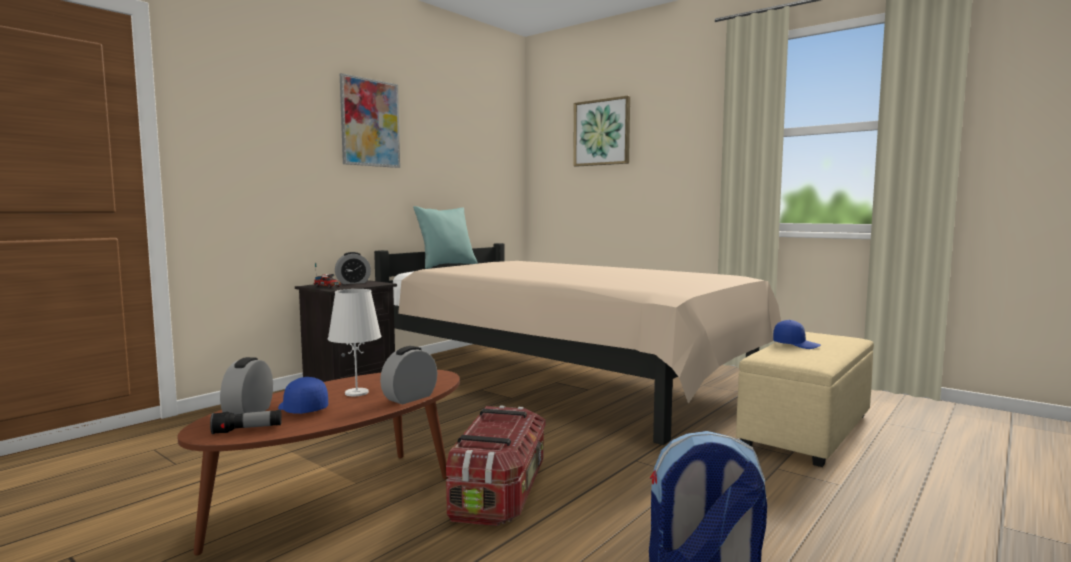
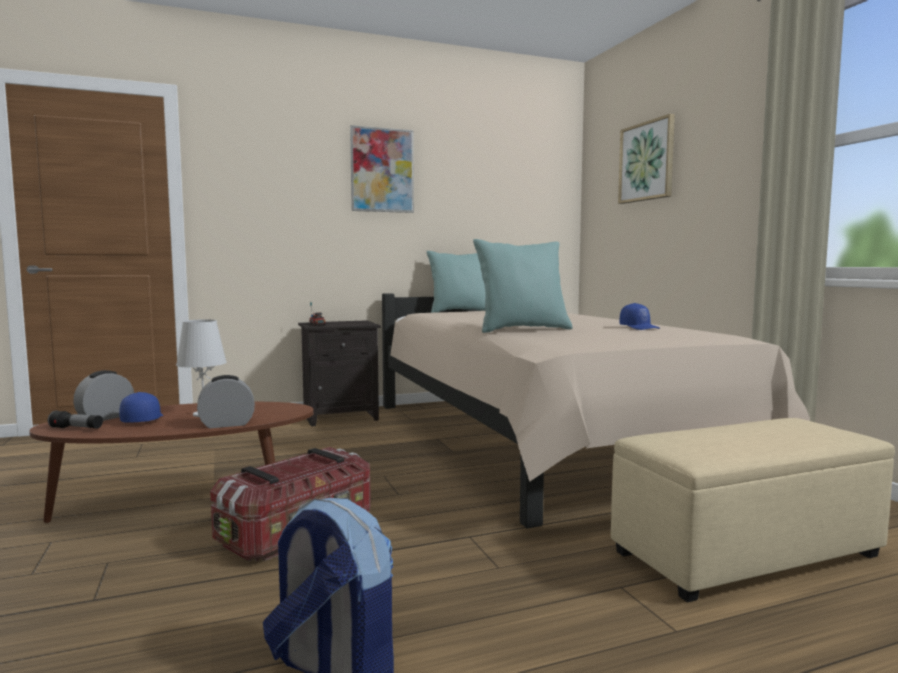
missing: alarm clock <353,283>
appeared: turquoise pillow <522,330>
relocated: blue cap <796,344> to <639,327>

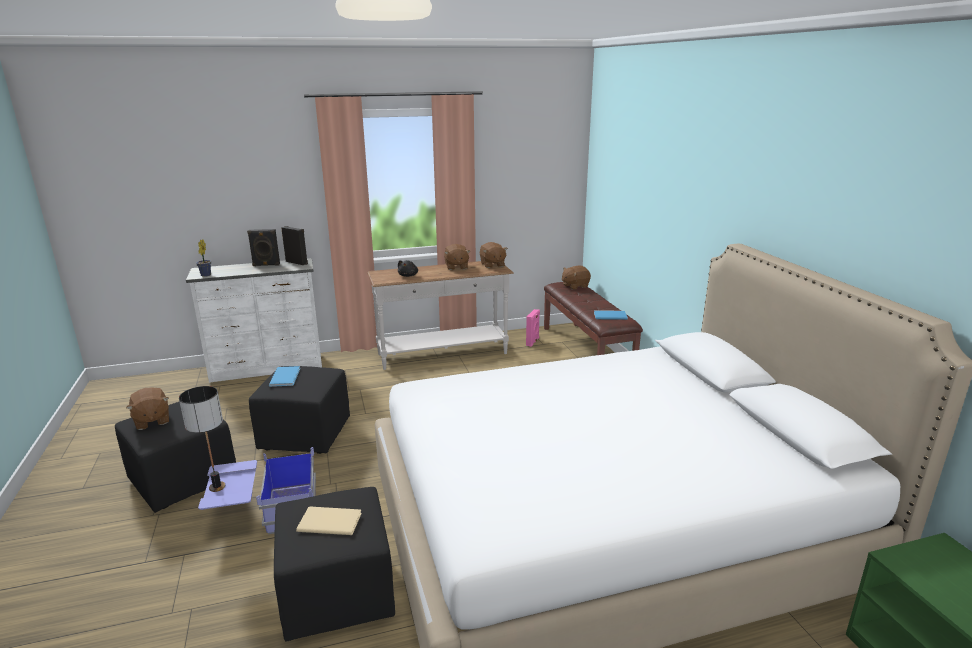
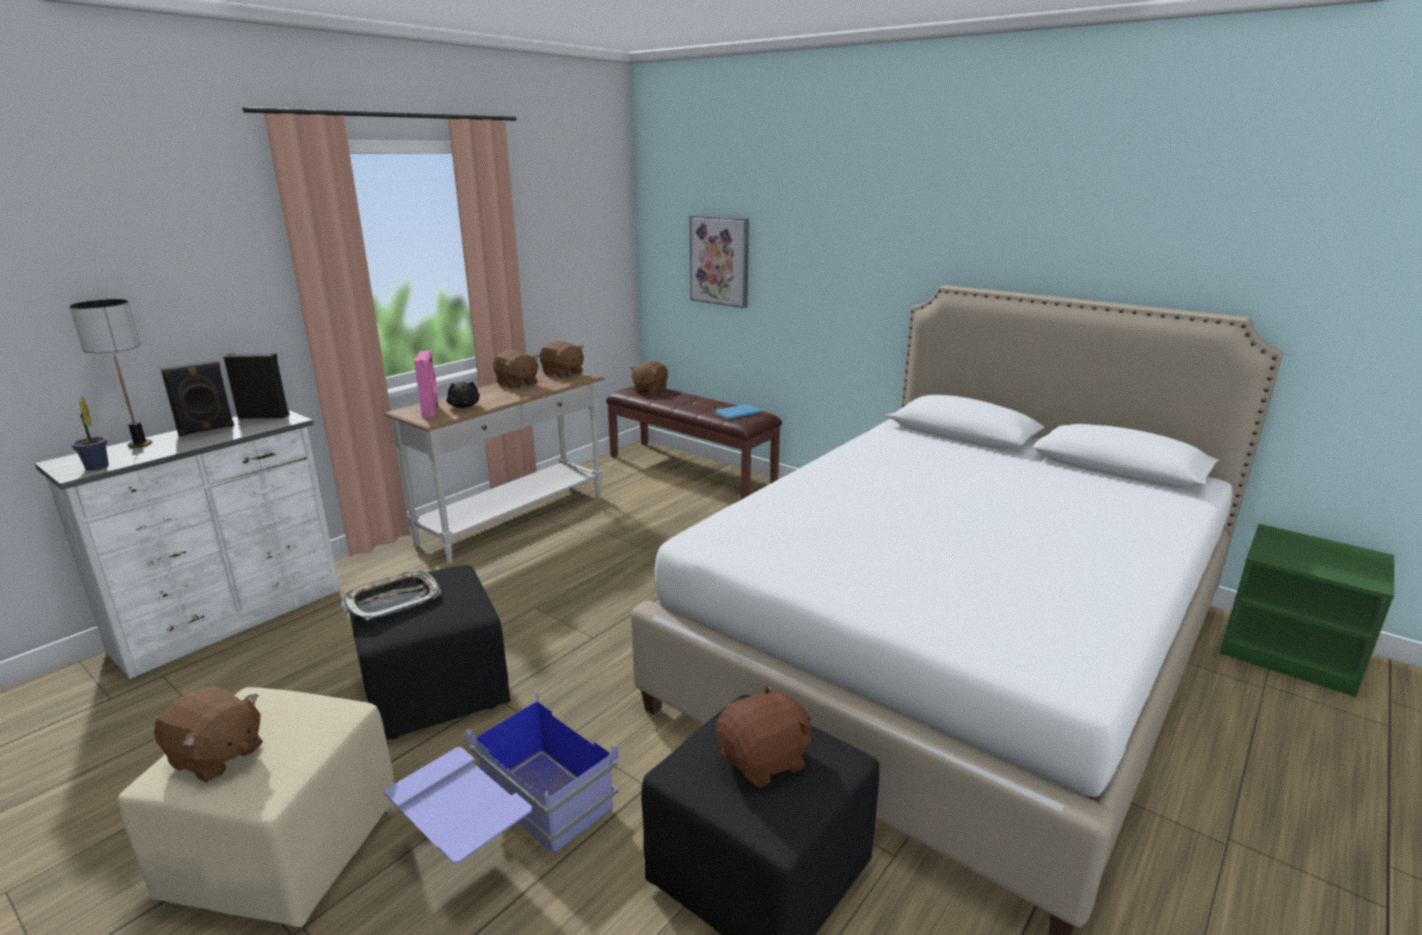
appeared: picture <720,261>
relocated: table lamp <216,487> to <139,444>; pink speaker <533,342> to <431,410>
exchanged: blue book <286,376> to tray <393,601>; beige book <328,521> to brown plush toy <764,761>
colour: black ottoman <184,480> to beige ottoman <286,849>

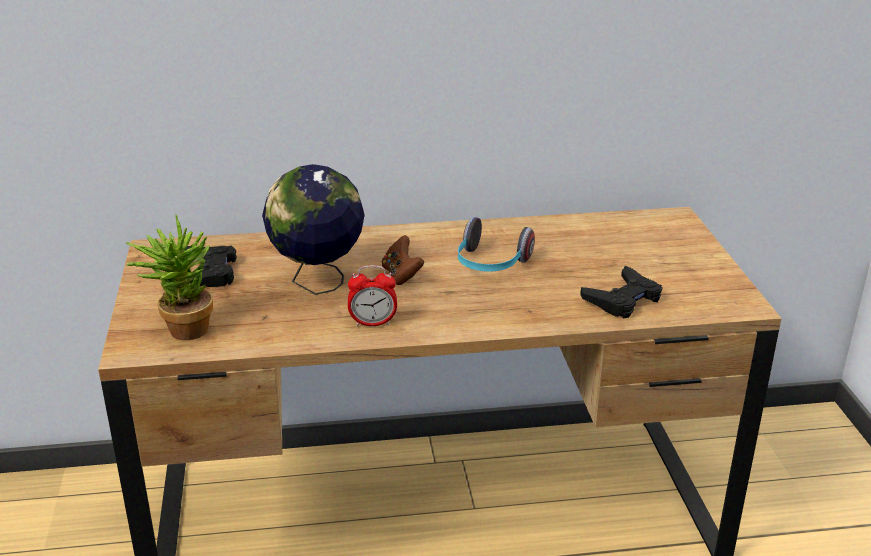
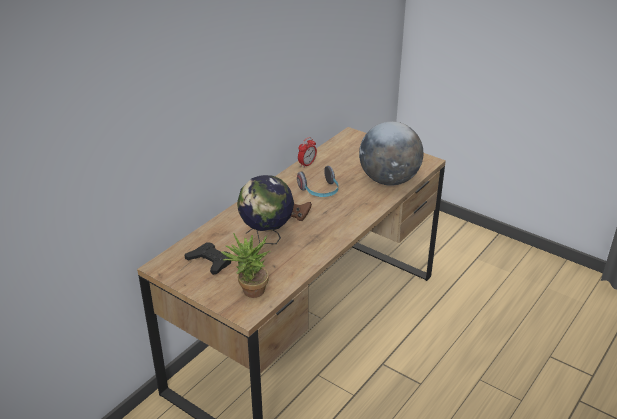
relocated: alarm clock <373,323> to <307,164>
exchanged: black game controller <623,299> to globe <389,180>

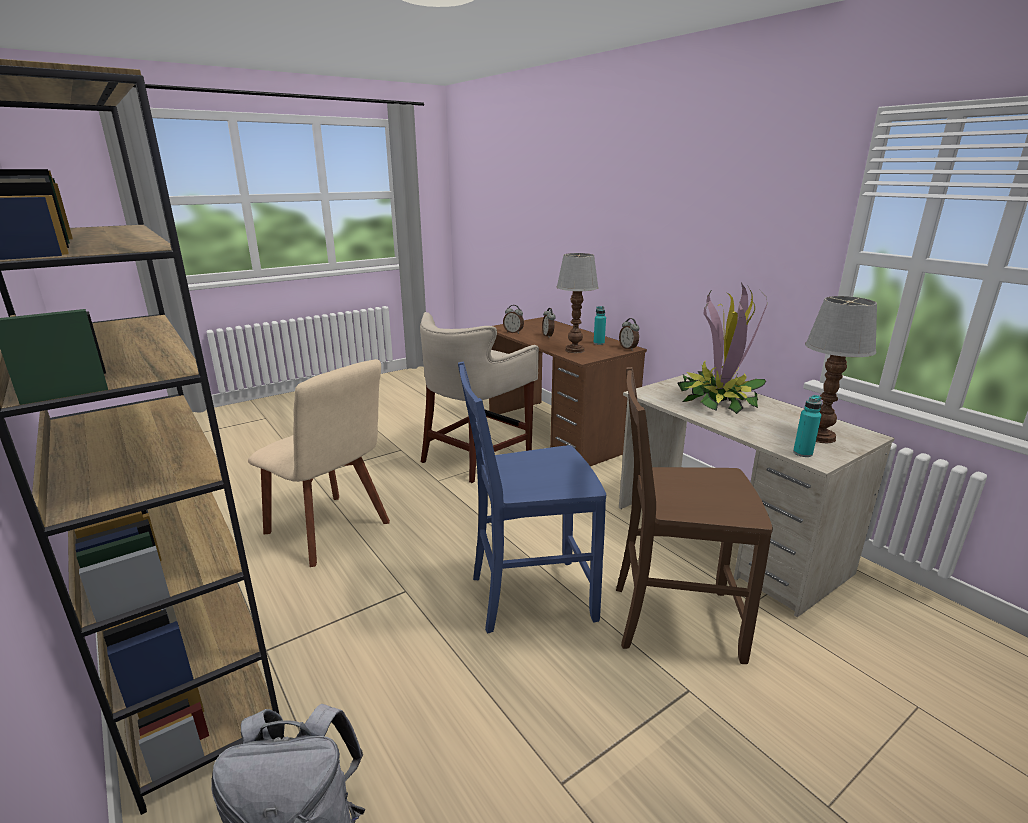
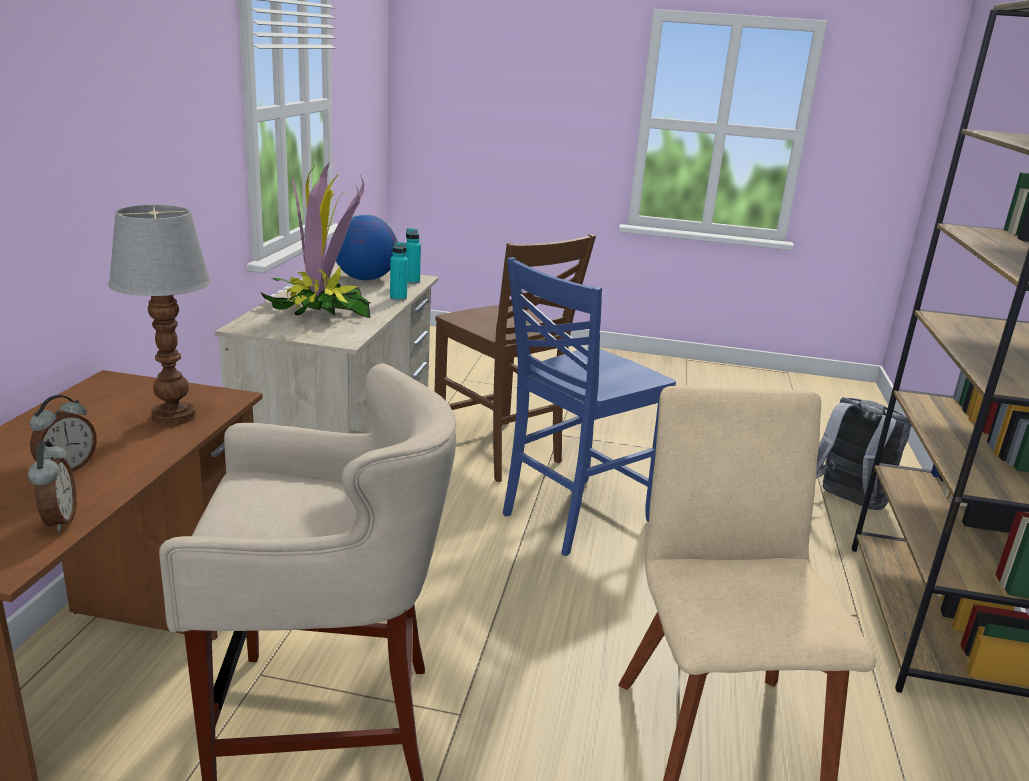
missing: alarm clock <628,348>
relocated: turquoise bottle <599,343> to <398,298>
exchanged: table lamp <819,436> to globe <365,279>
spun: blue chair <529,596> = <573,517> 105 degrees clockwise

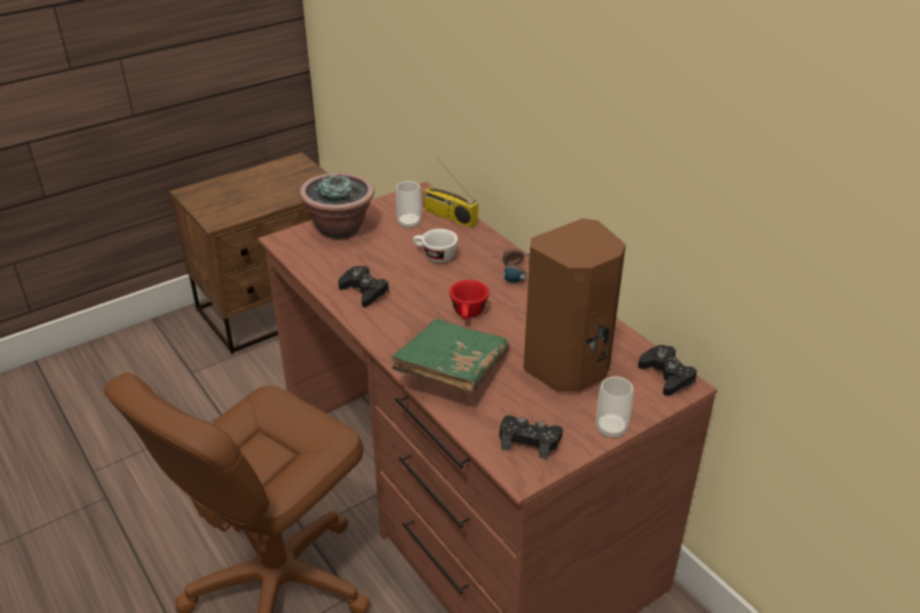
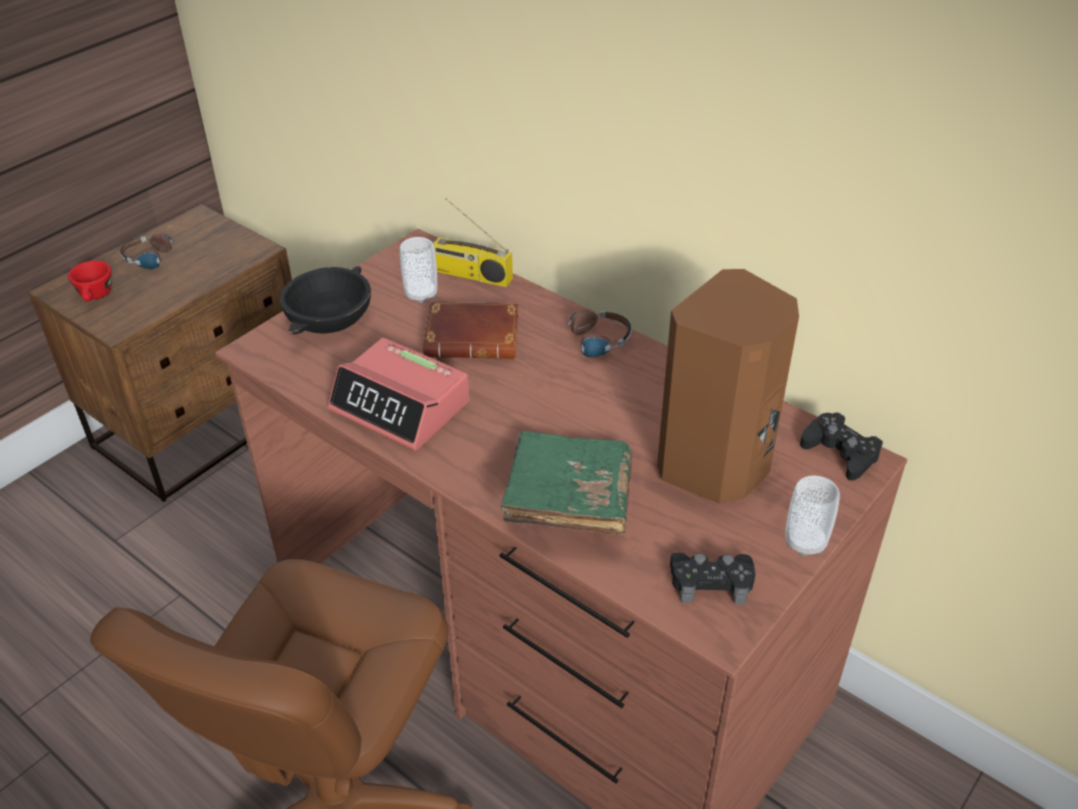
appeared: headphones <157,259>
relocated: red cup <469,314> to <96,296>
exchanged: potted plant <340,229> to black bowl <328,318>; black game controller <364,291> to alarm clock <401,406>; white cup <434,256> to brown book <475,337>

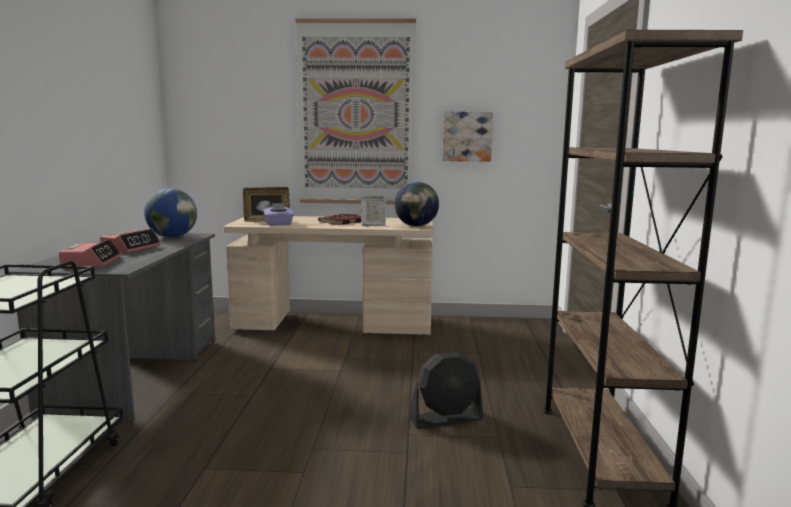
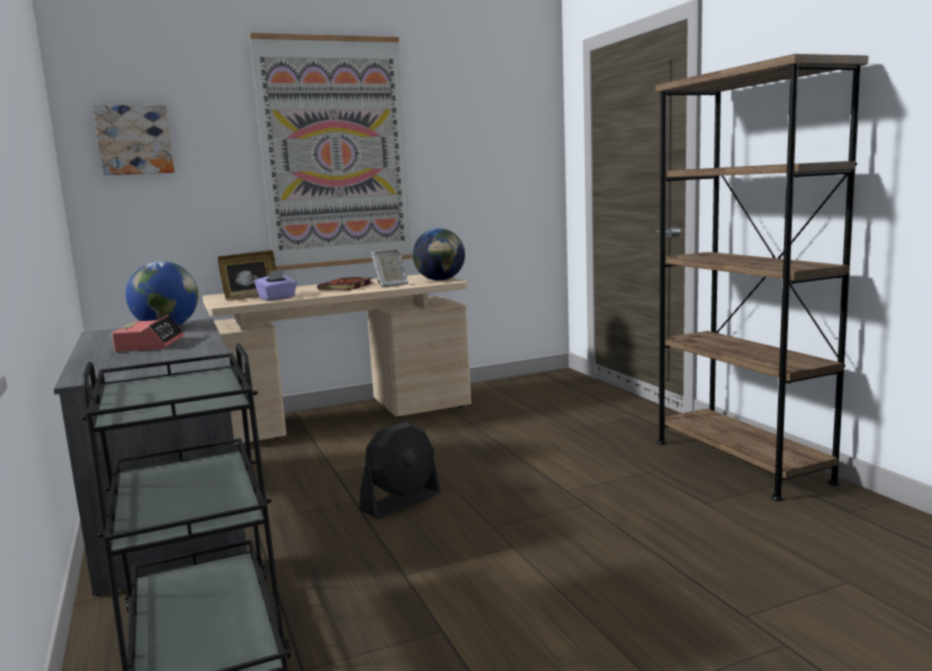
missing: alarm clock <91,262>
relocated: picture <467,136> to <134,140>; black fan <446,419> to <401,502>

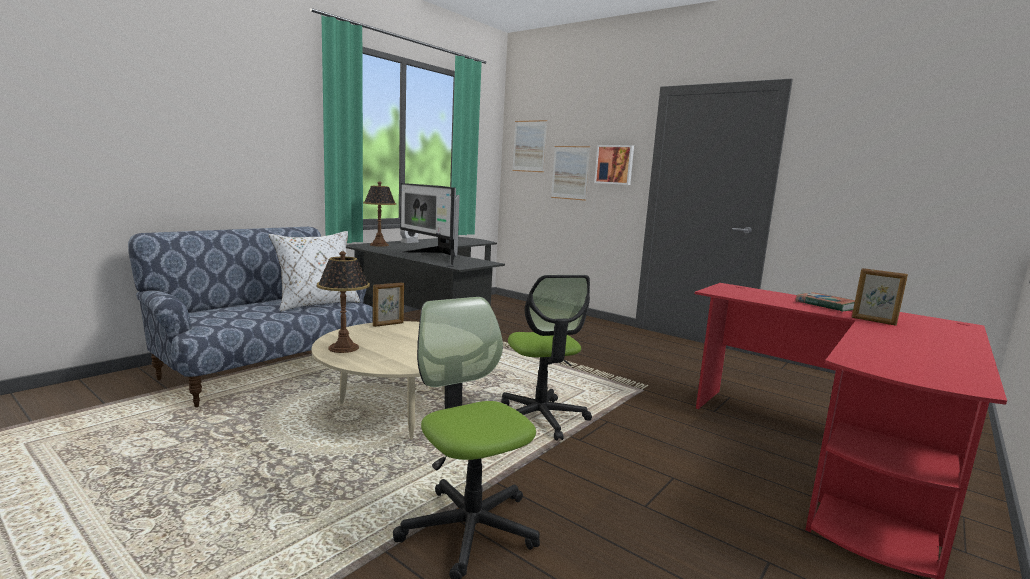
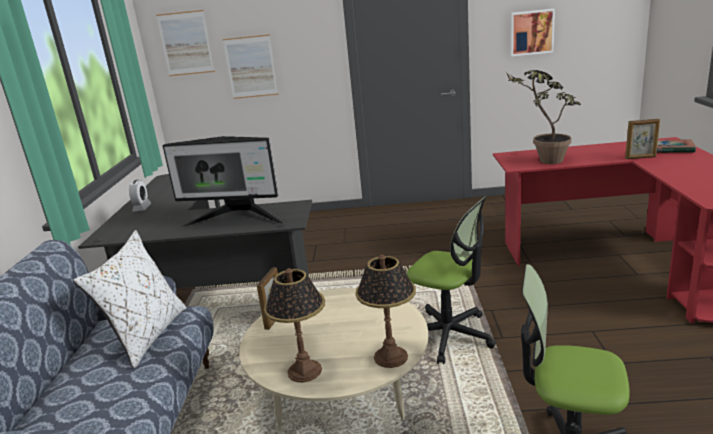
appeared: potted plant <543,160>
relocated: table lamp <379,245> to <391,356>; picture <614,164> to <531,32>; book <826,305> to <671,149>

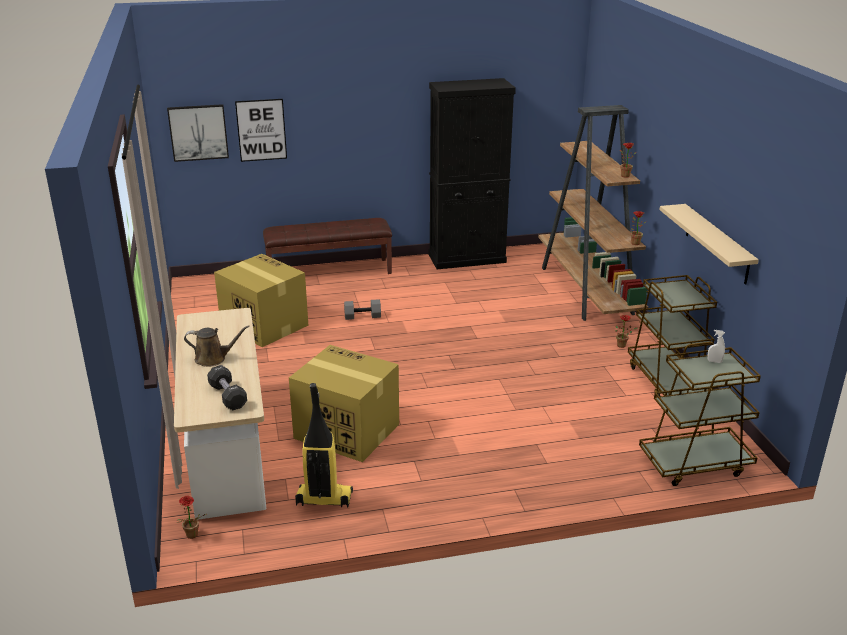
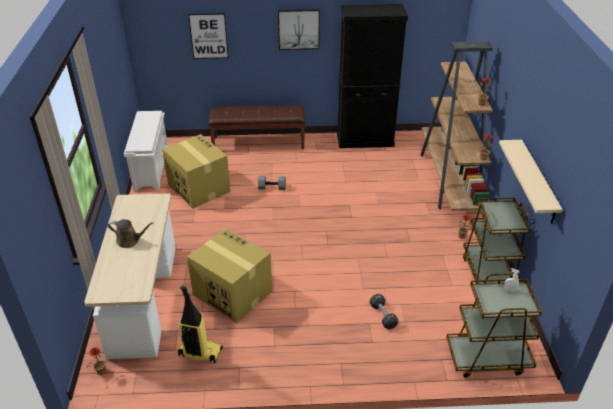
appeared: white shoe rack <151,168>
relocated: picture <198,132> to <298,29>; black dumbbell <228,396> to <383,316>

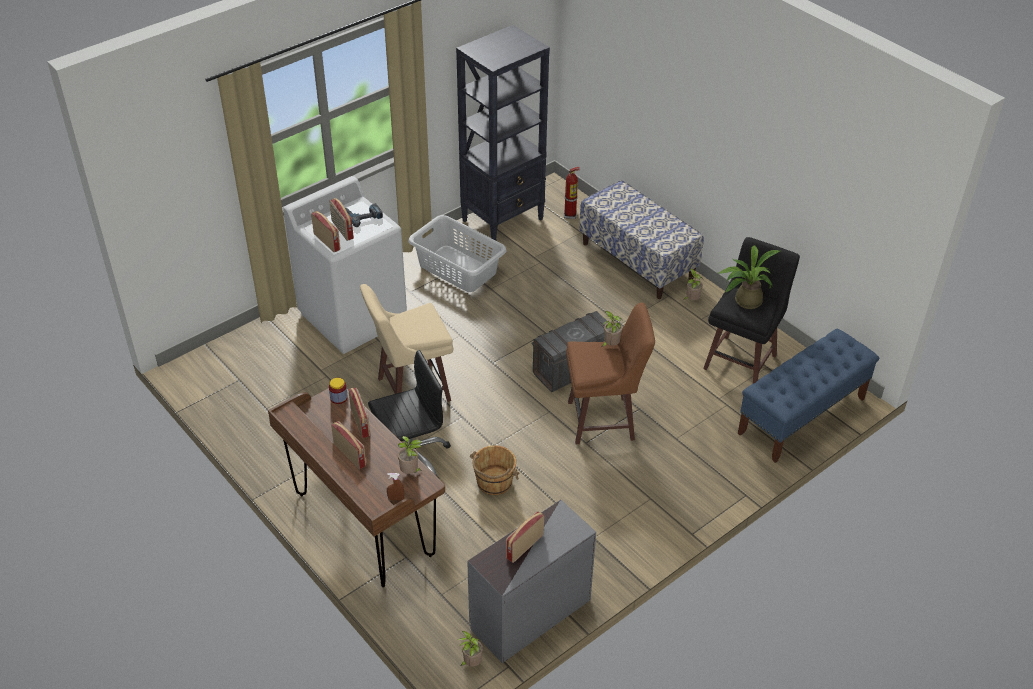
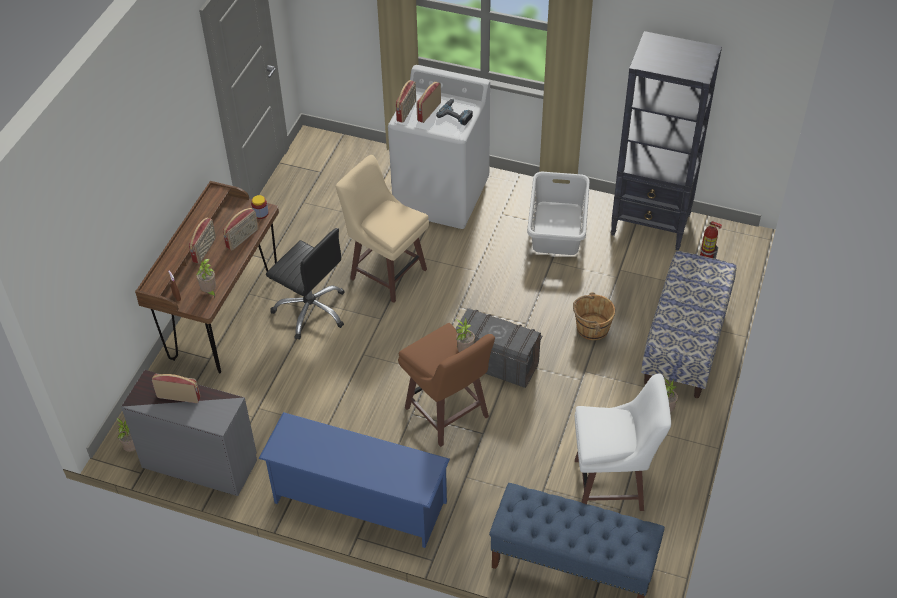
missing: potted plant <744,301>
appeared: blue shoe rack <358,502>
relocated: brown bucket <494,482> to <591,328>
colour: black stool <741,361> to white stool <611,485>

